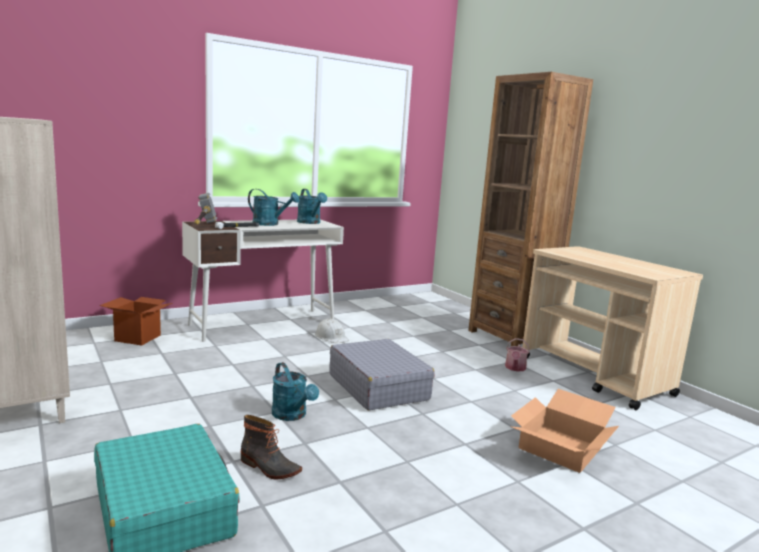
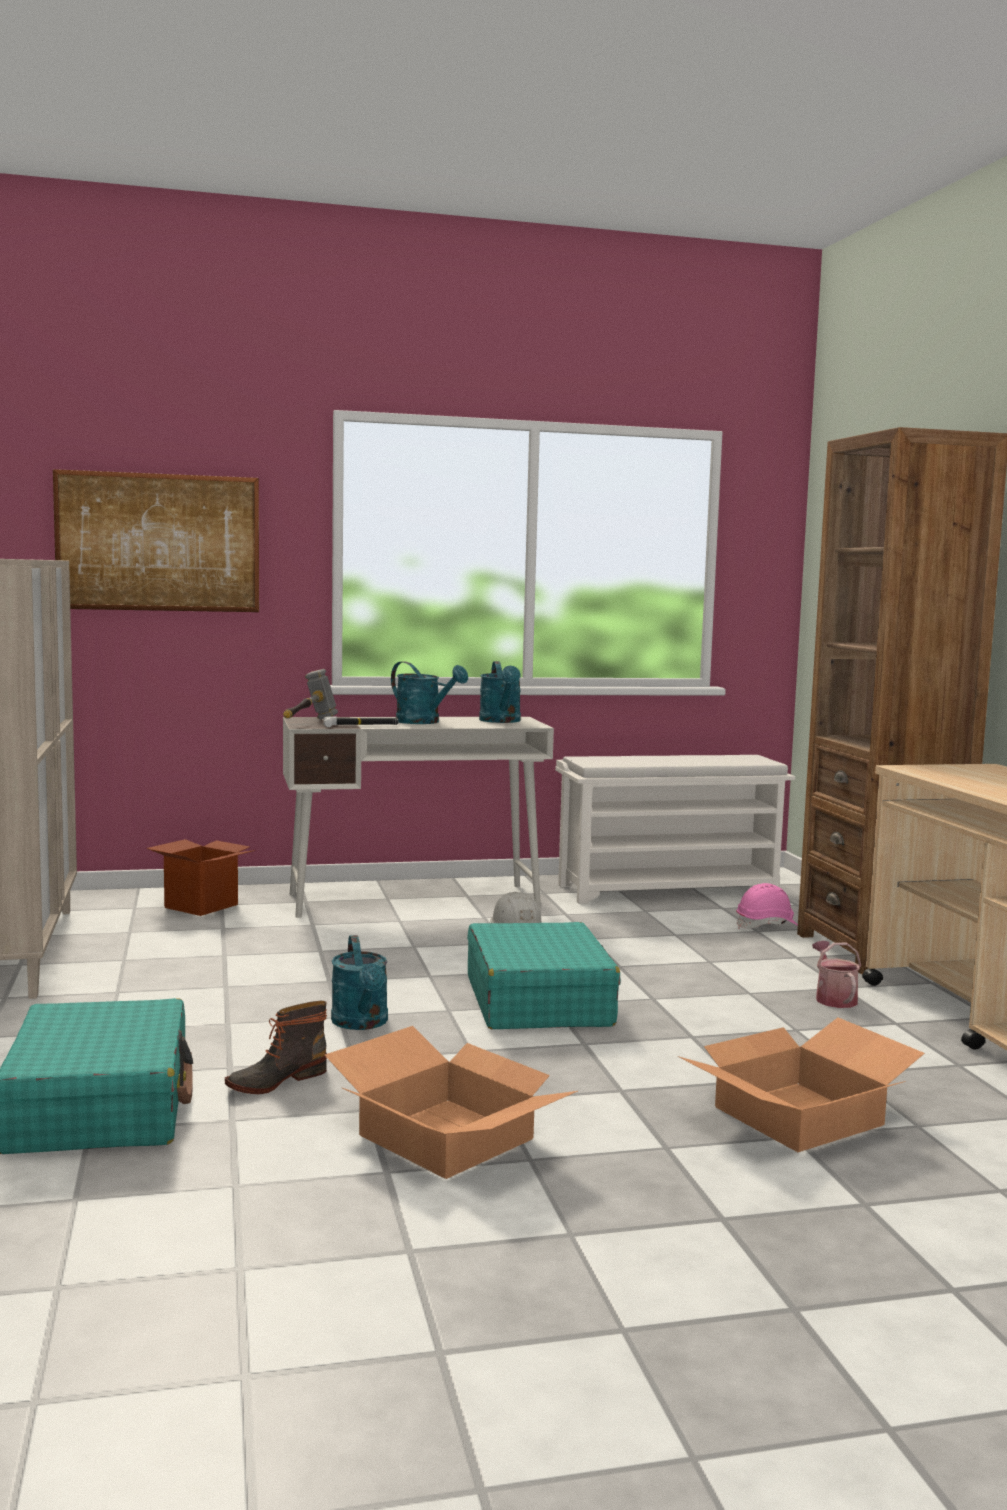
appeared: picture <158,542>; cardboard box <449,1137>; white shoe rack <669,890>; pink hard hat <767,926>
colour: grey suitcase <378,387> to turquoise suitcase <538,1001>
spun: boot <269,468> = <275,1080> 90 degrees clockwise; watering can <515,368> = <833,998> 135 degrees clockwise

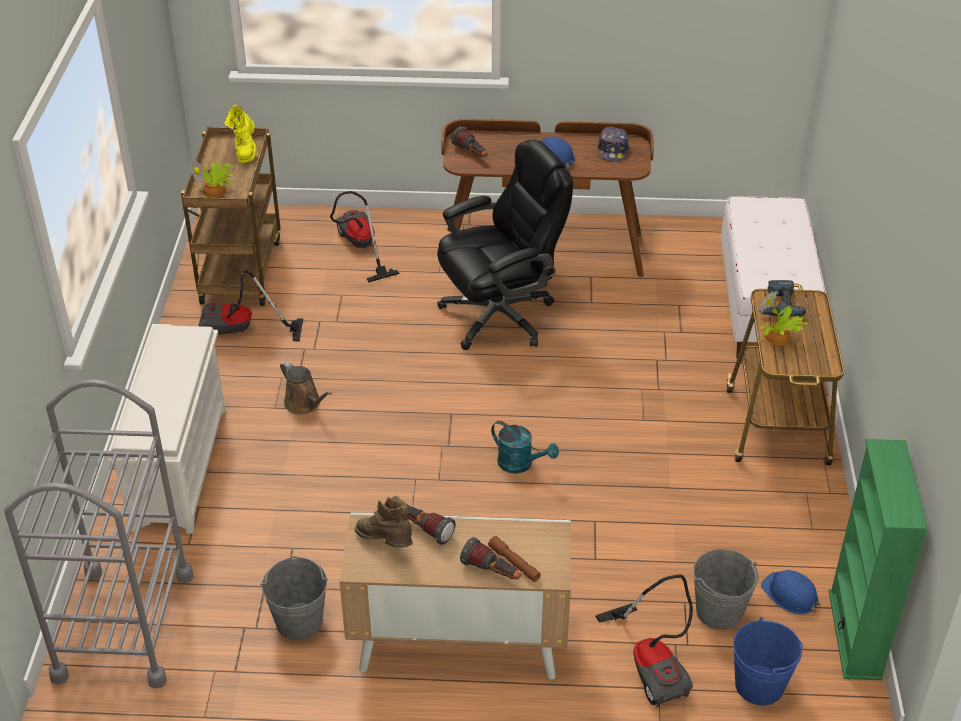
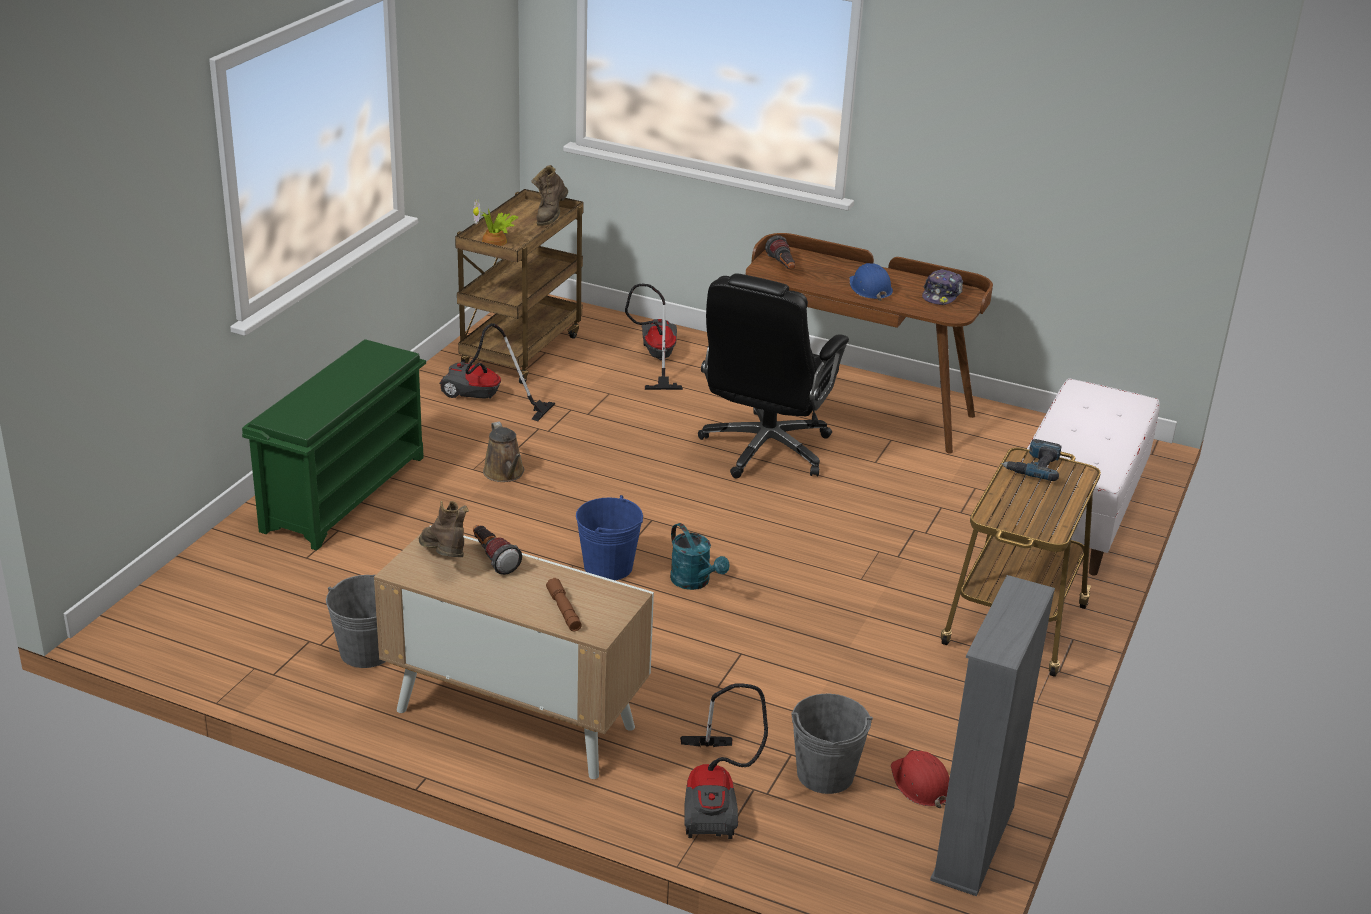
missing: grey cart <124,625>; flashlight <492,572>; potted plant <777,338>
relocated: blue bucket <759,685> to <608,567>
colour: white shoe rack <179,466> to green shoe rack <344,492>; yellow boot <245,150> to brown boot <550,217>; blue hard hat <790,595> to red hard hat <920,783>; green bookcase <855,634> to grey bookcase <973,843>
spun: black office chair <500,315> = <765,450> 120 degrees clockwise

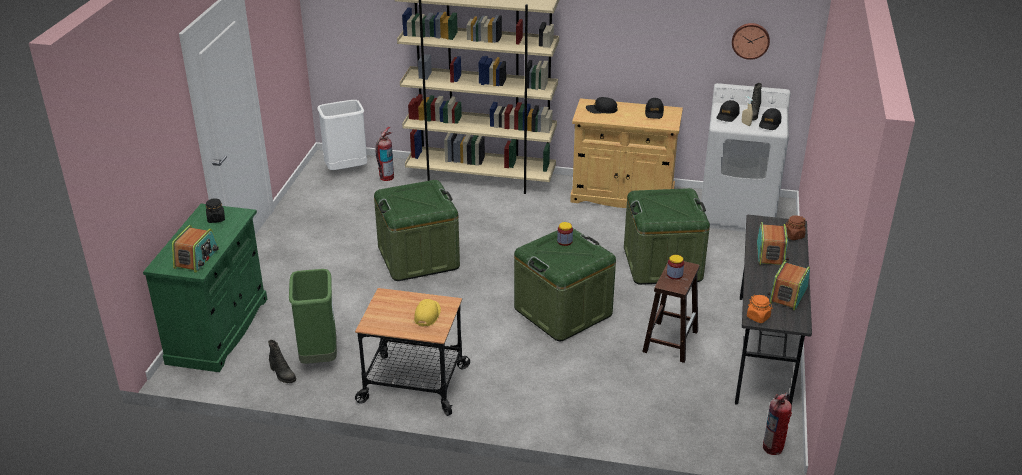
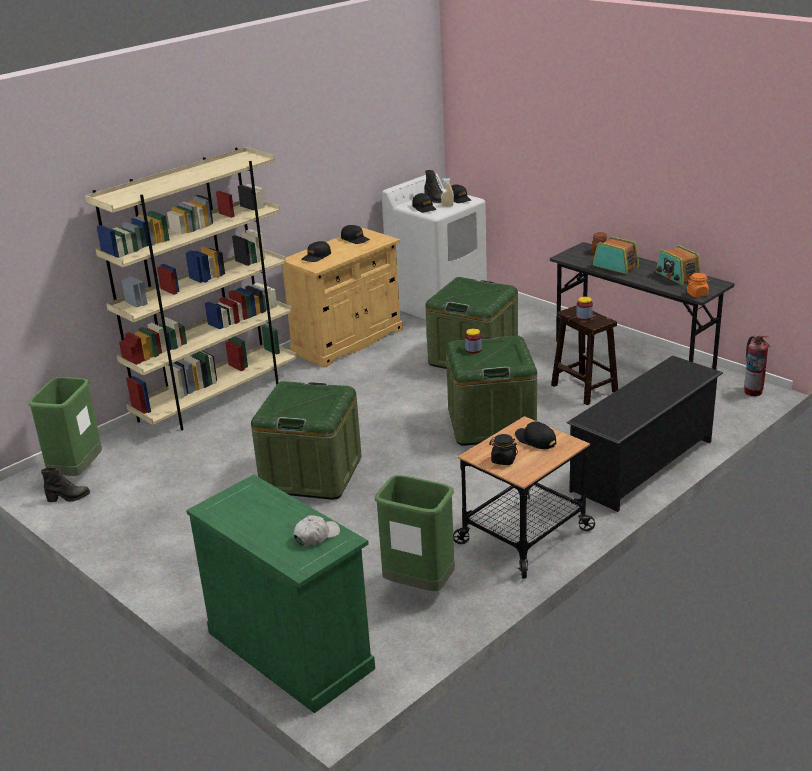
missing: fire extinguisher <386,177>; wall clock <750,40>
appeared: black shoe rack <643,465>
relocated: black boot <282,375> to <68,498>; black jar <216,219> to <503,460>
exchanged: radio <197,258> to white cap <316,536>
colour: white trash can <346,170> to green trash can <77,472>; yellow cap <427,315> to black cap <535,440>

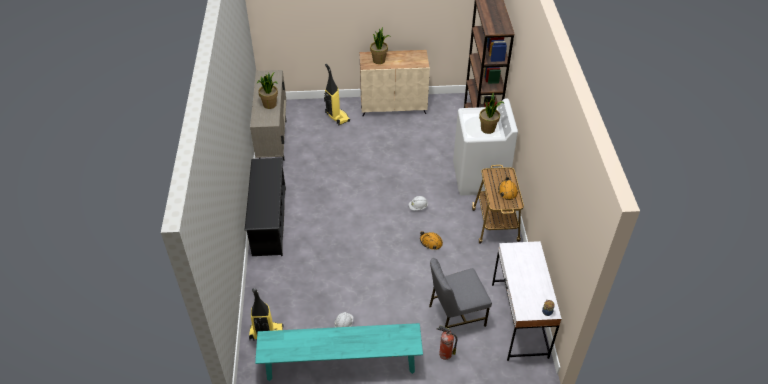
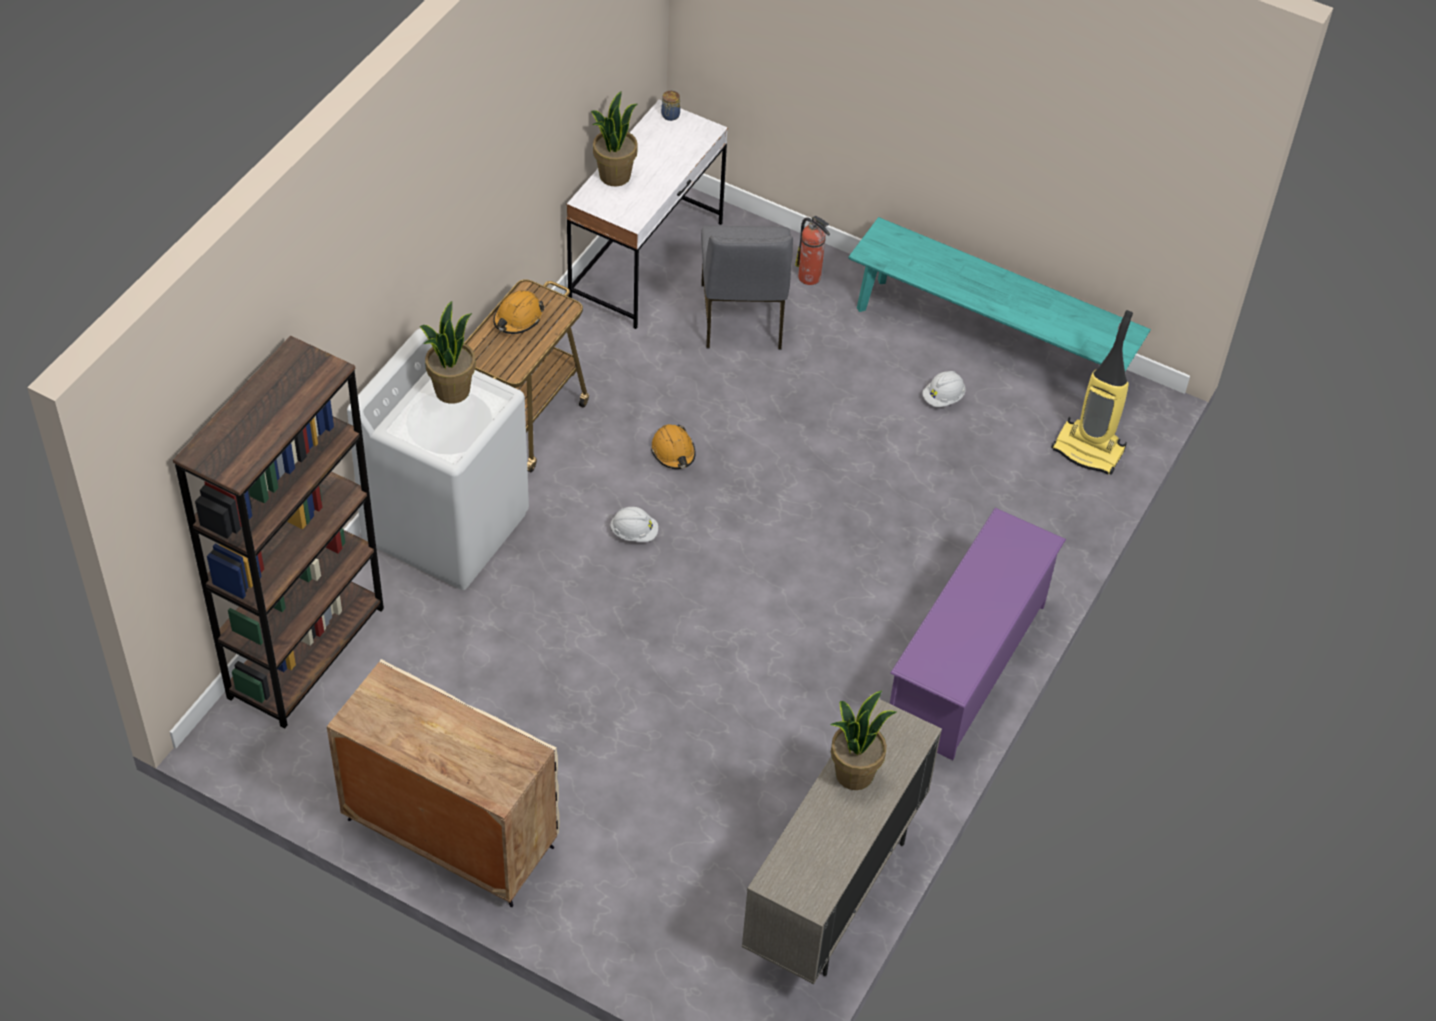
missing: vacuum cleaner <336,117>
relocated: potted plant <379,60> to <614,175>
colour: black shoe rack <269,221> to purple shoe rack <967,666>
spun: grey chair <455,315> = <742,318> 75 degrees clockwise

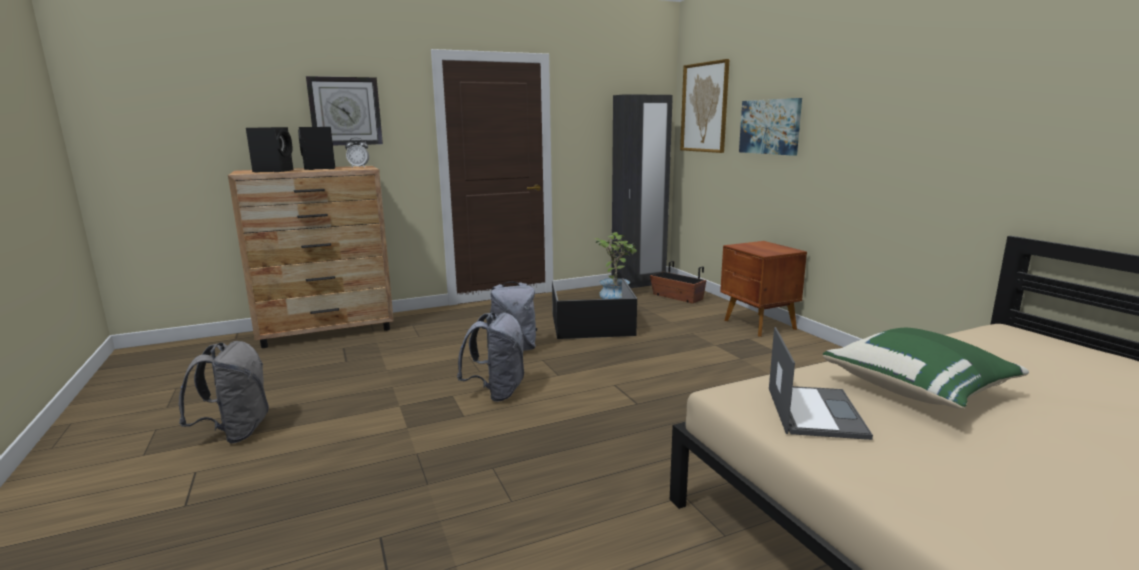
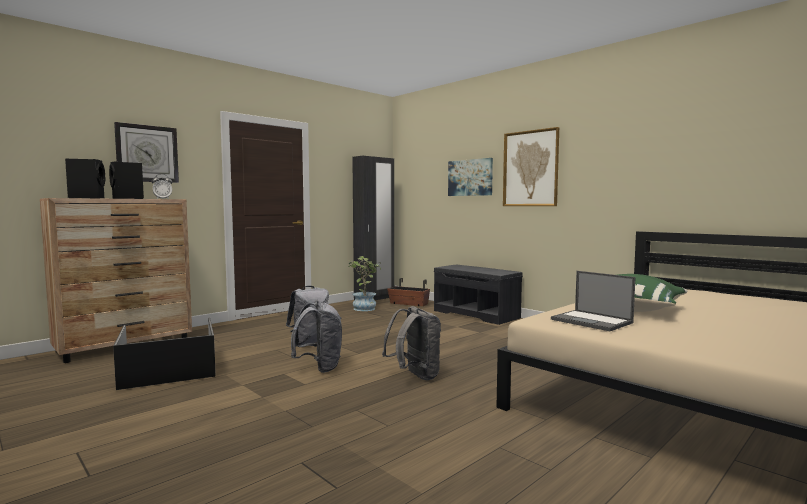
relocated: black storage box <593,324> to <170,369>; grey backpack <236,432> to <415,376>; picture <704,107> to <530,168>
exchanged: brown nightstand <759,325> to grey bench <477,314>
spun: laptop <814,411> = <592,321> 150 degrees clockwise

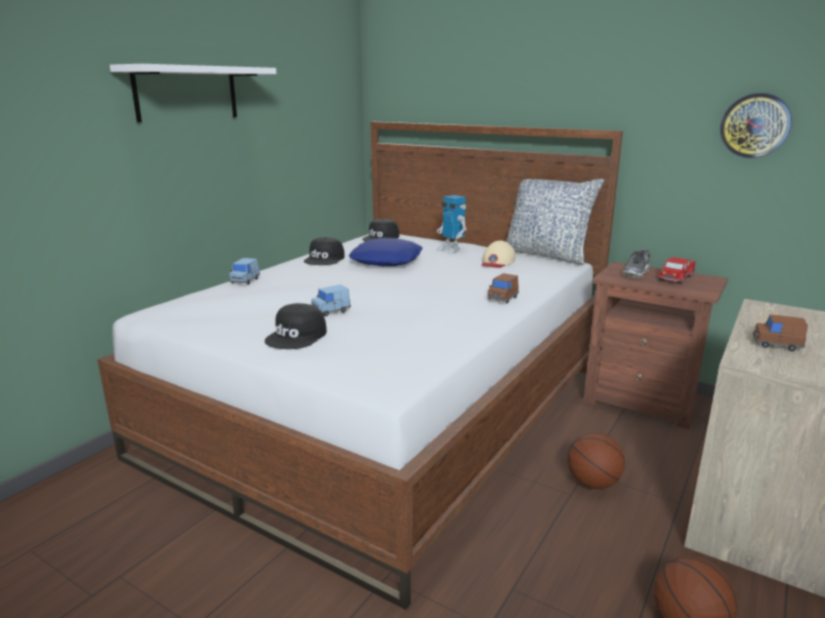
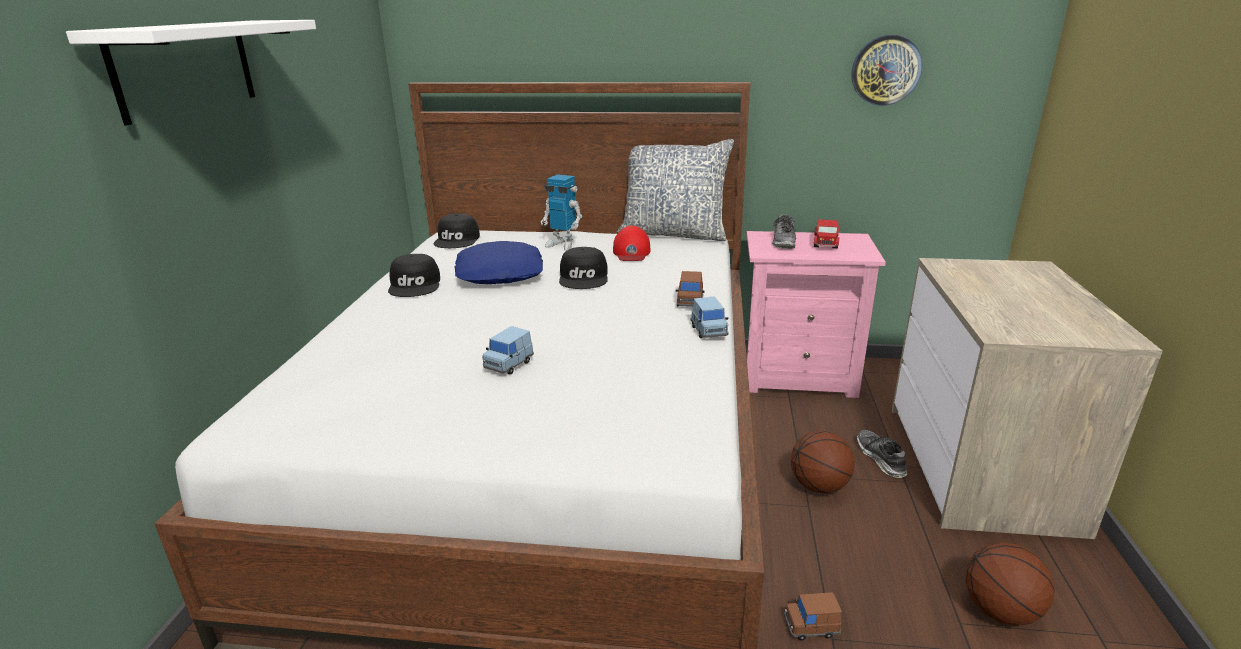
appeared: shoe <880,459>
relocated: black cap <297,336> to <584,277>; blue toy car <245,281> to <709,331>; brown toy car <776,344> to <811,627>
colour: beige cap <497,261> to red cap <631,252>; brown nightstand <643,400> to pink nightstand <798,376>

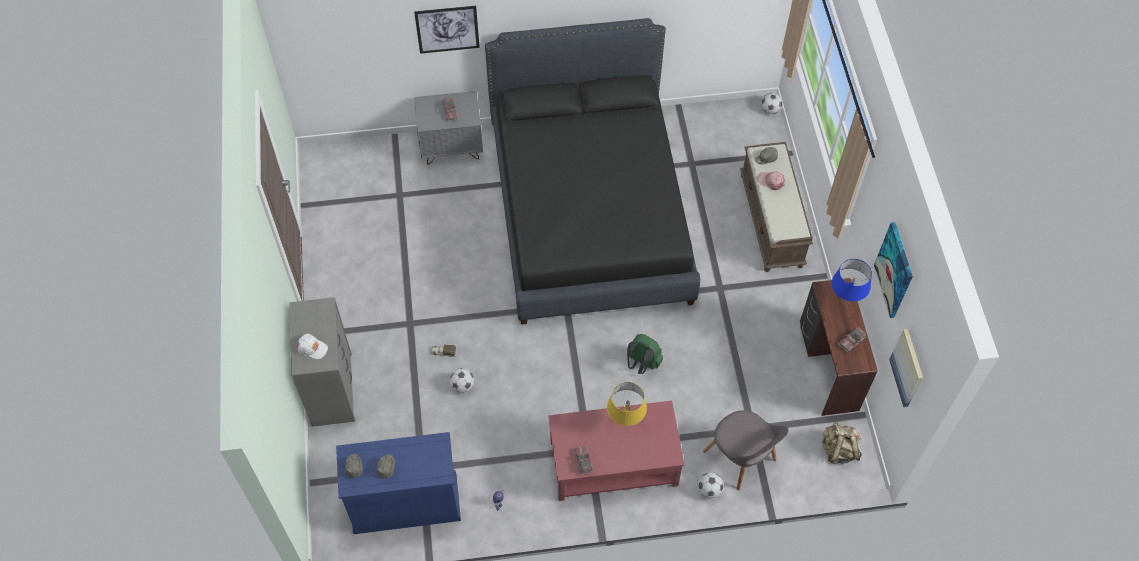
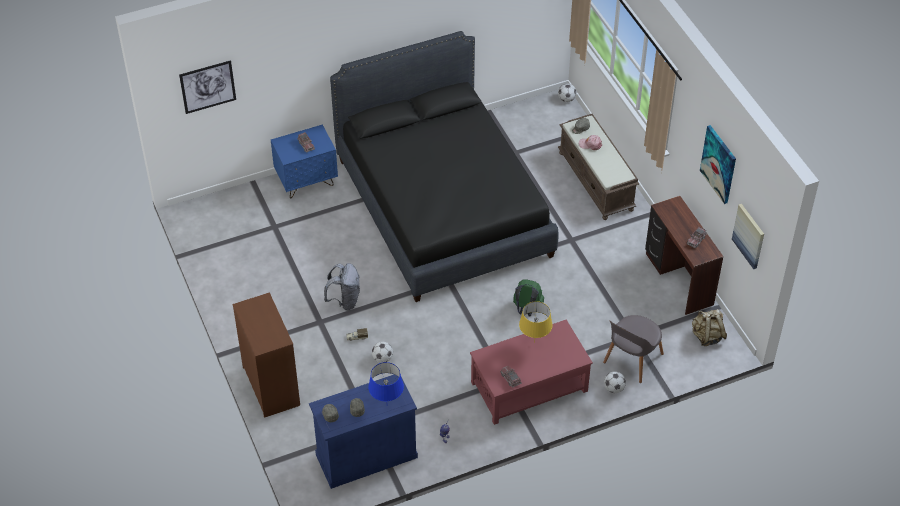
missing: white cap <312,348>
appeared: grey backpack <345,300>
relocated: picture <447,29> to <208,87>; blue table lamp <844,302> to <387,405>
colour: grey dresser <332,389> to brown dresser <271,386>; grey nightstand <452,148> to blue nightstand <307,182>
spun: grey chair <741,458> = <631,360> 90 degrees clockwise

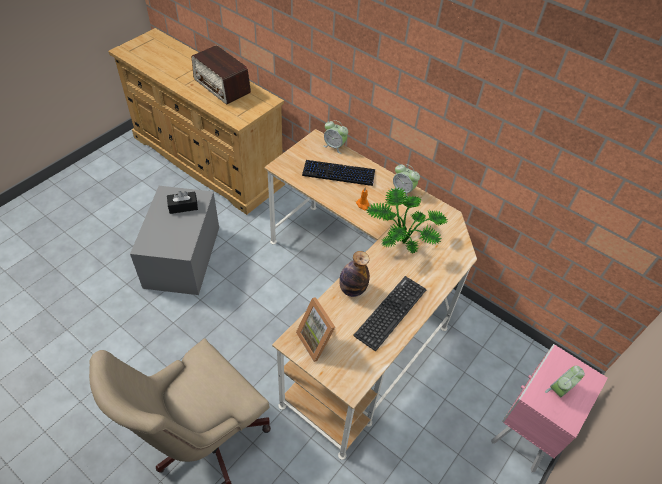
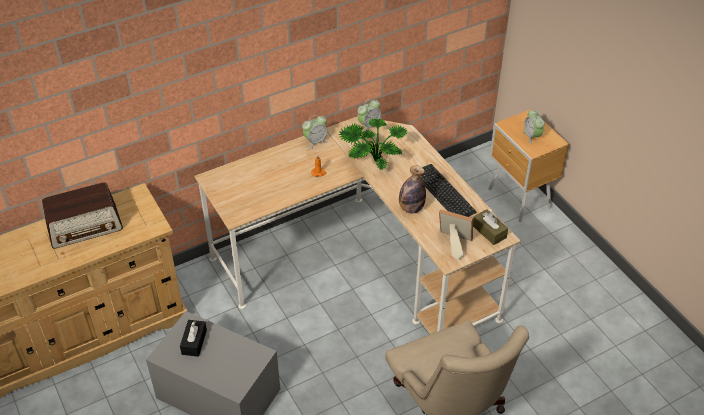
missing: keyboard <338,173>
appeared: brown tissue box <489,232>
relocated: alarm clock <334,146> to <369,125>
colour: pink nightstand <524,433> to brown nightstand <519,200>
spun: picture frame <318,340> = <453,244> 150 degrees counterclockwise

